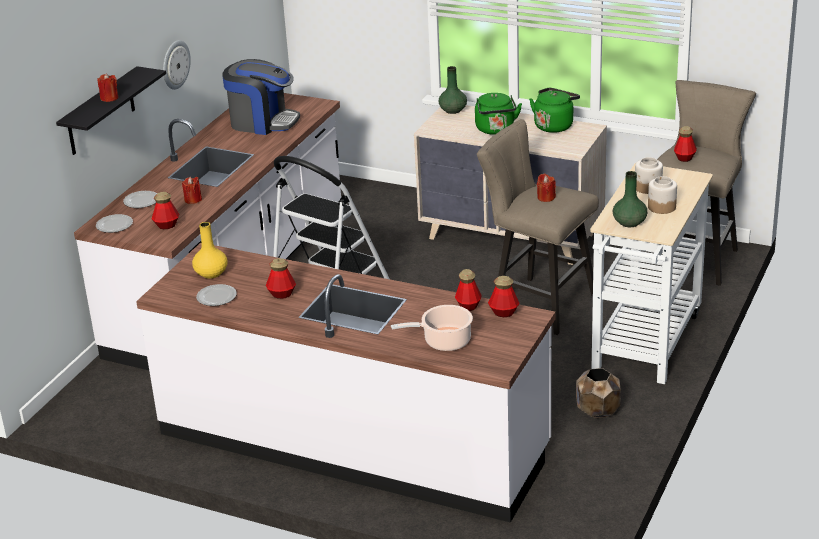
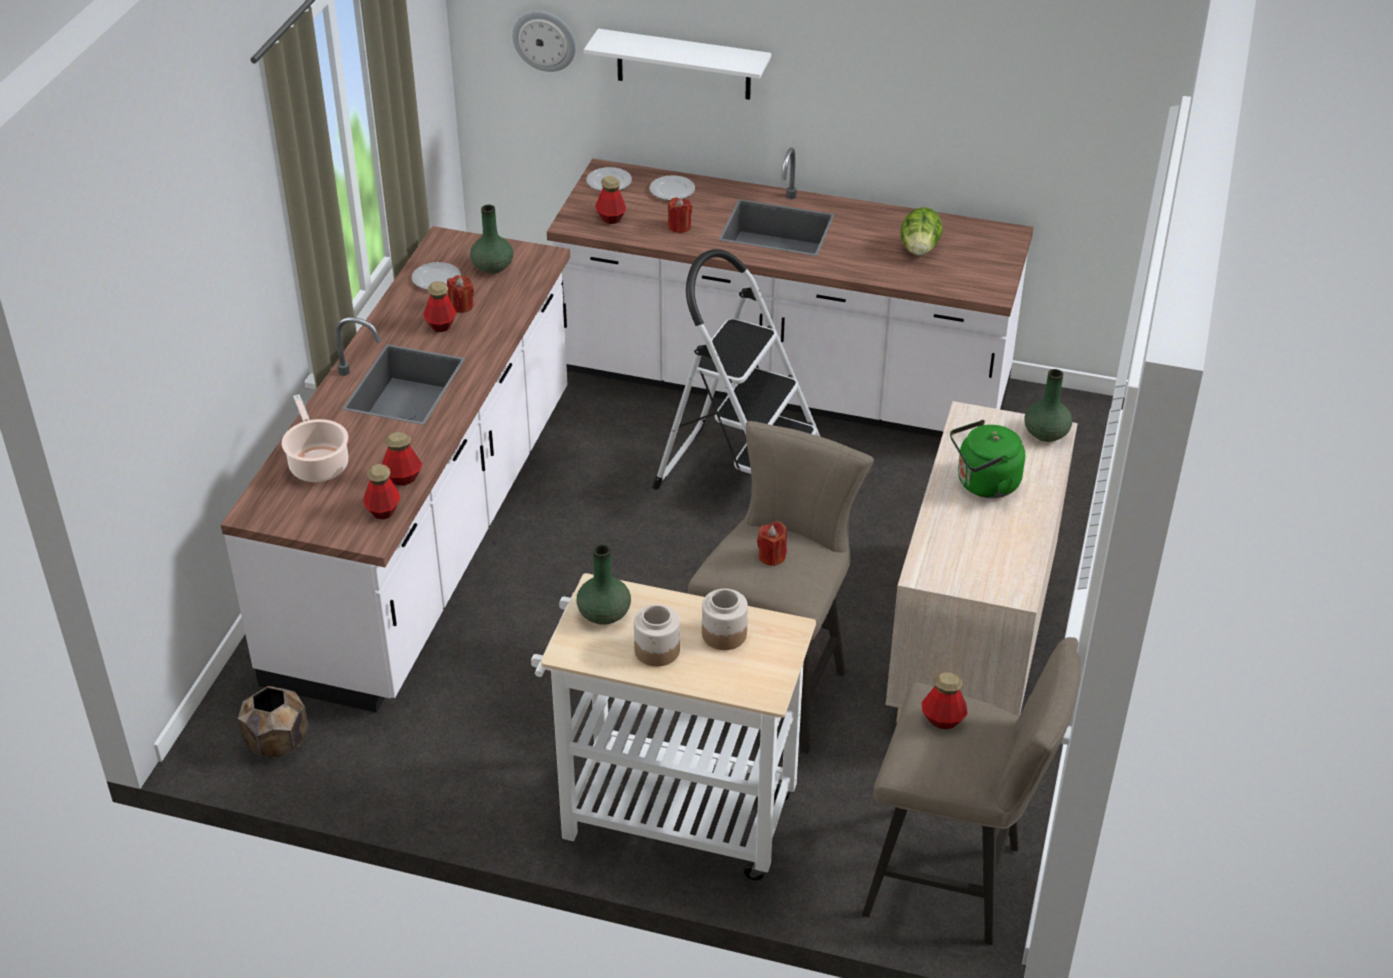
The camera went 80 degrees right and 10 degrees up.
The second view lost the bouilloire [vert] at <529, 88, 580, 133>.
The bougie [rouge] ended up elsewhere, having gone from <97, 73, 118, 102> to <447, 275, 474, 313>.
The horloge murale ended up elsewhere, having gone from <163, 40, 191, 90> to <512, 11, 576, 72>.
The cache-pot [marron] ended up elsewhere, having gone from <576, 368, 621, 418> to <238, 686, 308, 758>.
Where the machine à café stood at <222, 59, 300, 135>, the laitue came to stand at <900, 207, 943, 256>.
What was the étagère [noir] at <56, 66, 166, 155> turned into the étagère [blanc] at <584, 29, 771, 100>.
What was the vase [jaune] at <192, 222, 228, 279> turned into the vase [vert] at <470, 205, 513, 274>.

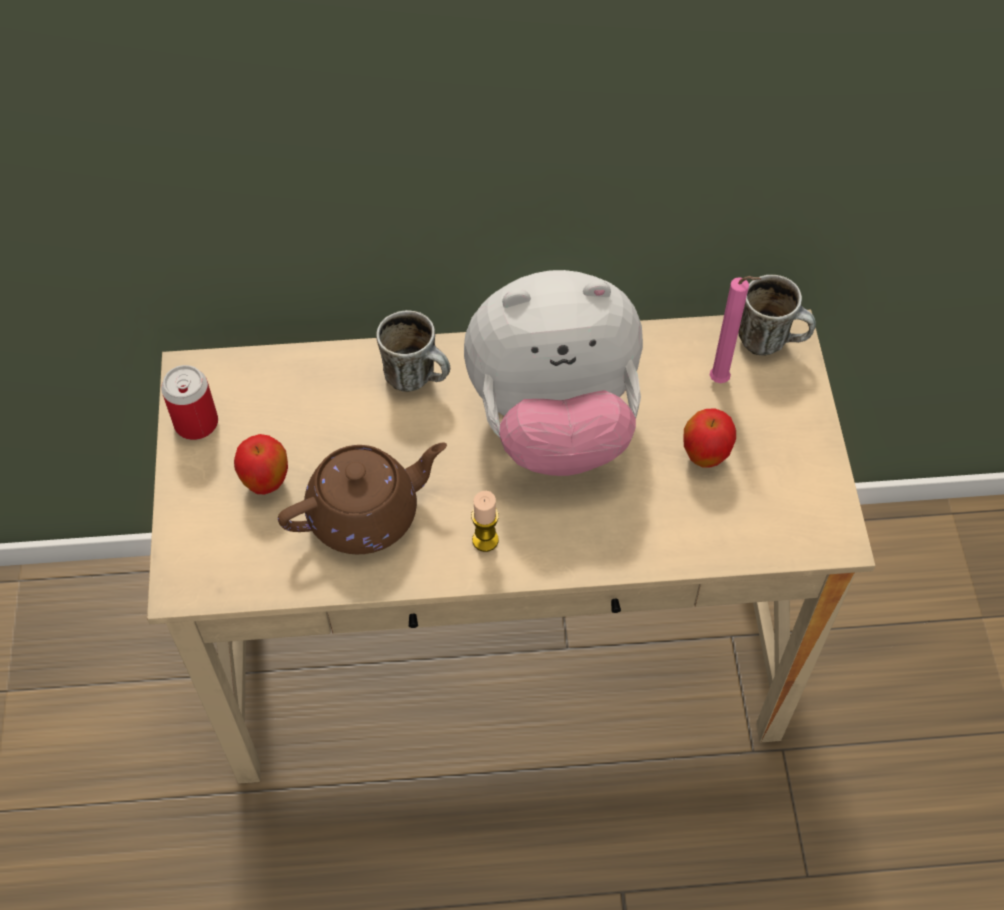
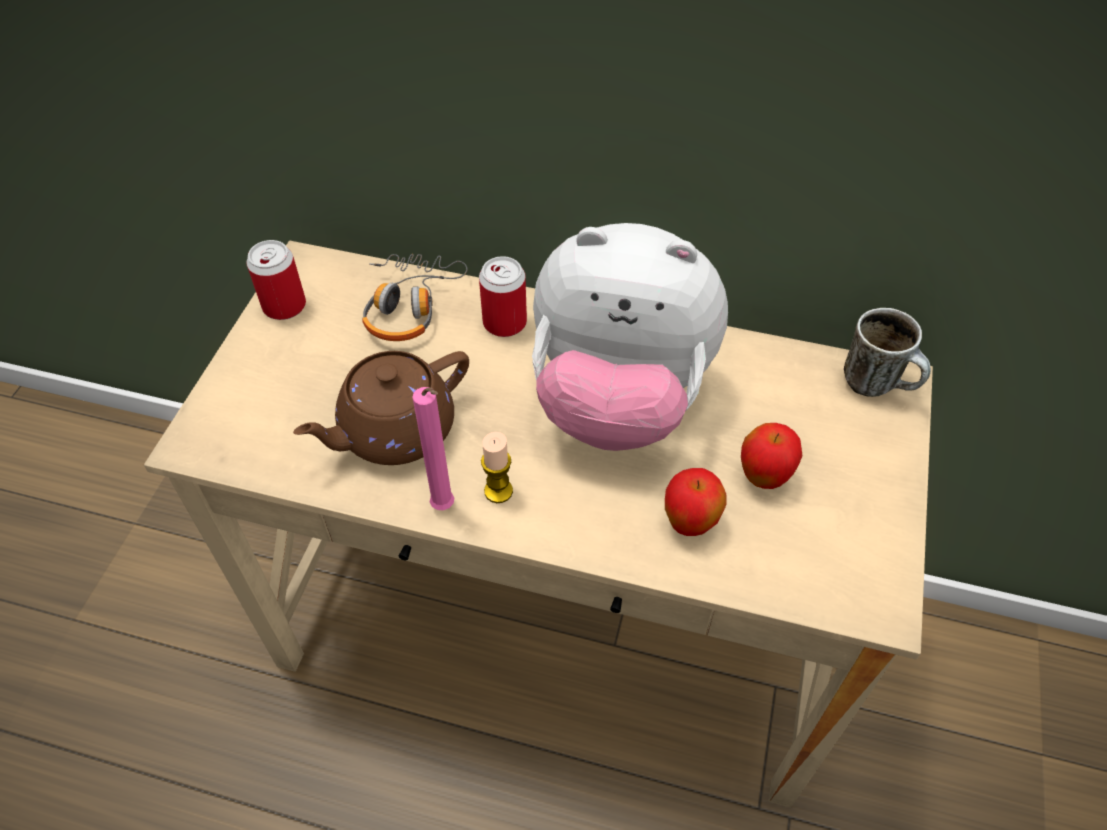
The camera went 20 degrees right and 5 degrees down.
The second view gained the casque audio at <362, 254, 468, 341>.
The pomme ended up elsewhere, having gone from <234, 434, 288, 494> to <665, 468, 727, 536>.
The bougie [rose] ended up elsewhere, having gone from <710, 276, 761, 383> to <412, 387, 454, 510>.
Where the mug stood at <376, 310, 450, 392>, the boîte métallique came to stand at <479, 256, 527, 337>.
The théière [marron] at <278, 443, 447, 555> ended up facing another way, 150 degrees clockwise from before.

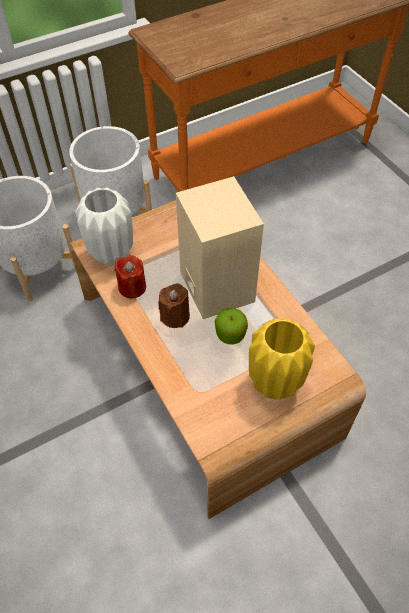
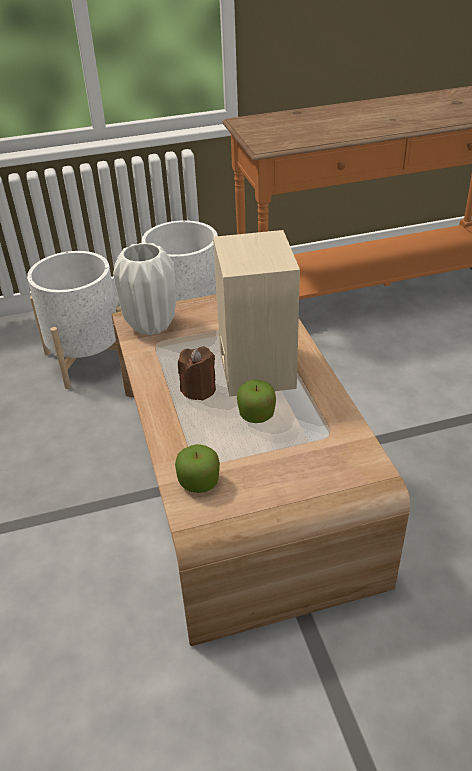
The camera went 15 degrees right and 15 degrees down.
The second view lost the bougie [rouge] at <115, 255, 146, 298>.
The second view lost the vase [jaune] at <249, 318, 315, 400>.
The second view gained the pomme at <175, 444, 220, 493>.

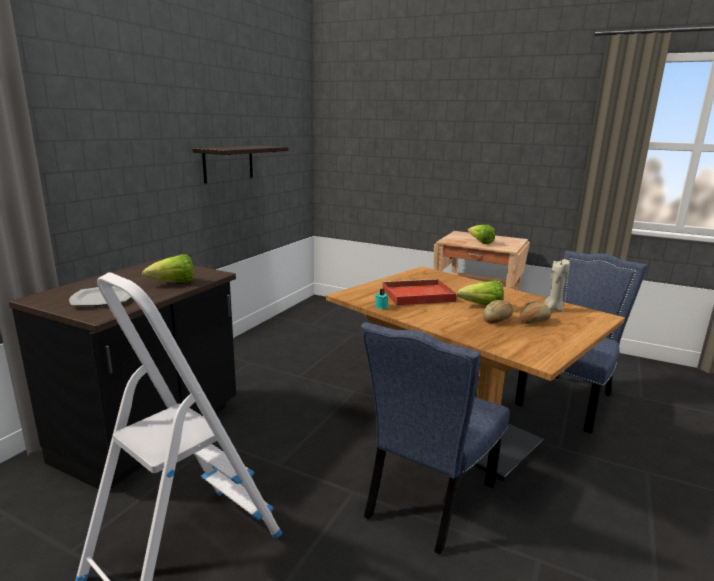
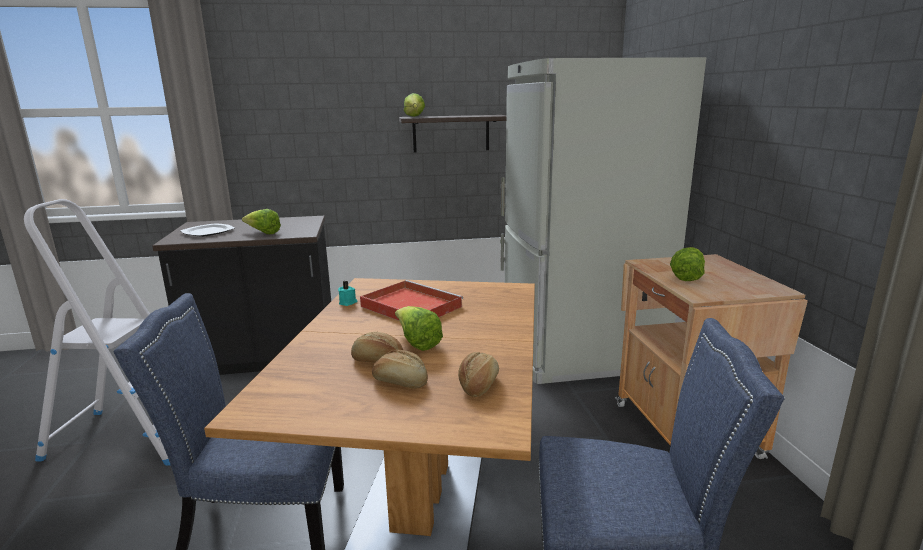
The camera went 55 degrees right and 0 degrees up.
The second view gained the laitue at <404, 93, 425, 117>.
The second view gained the réfrigérateur [blanc] at <500, 57, 706, 384>.
Where the bougie [beige] stood at <544, 259, 570, 312>, the pain came to stand at <458, 352, 499, 397>.

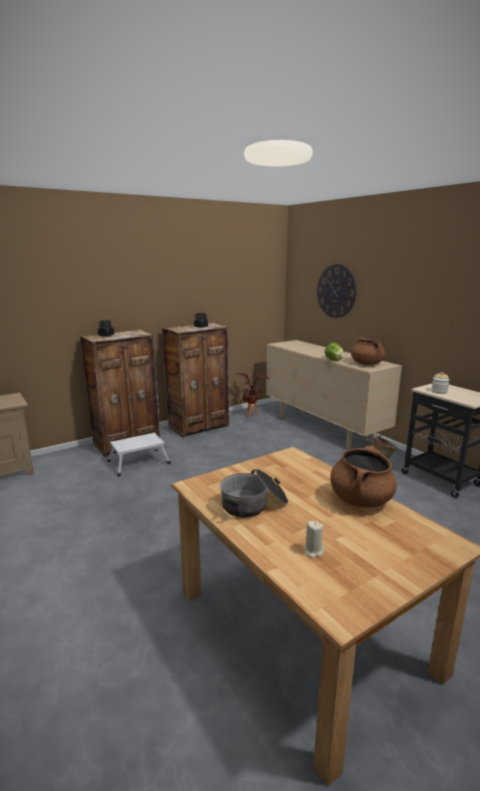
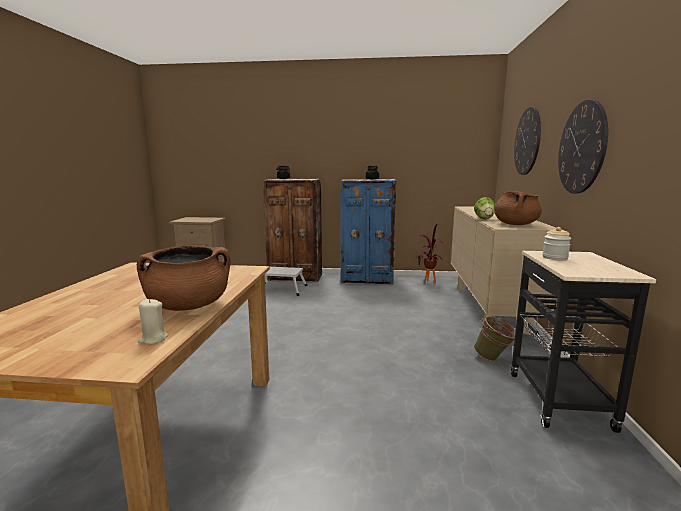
The camera went 40 degrees right and 5 degrees down.
The second view lost the marmite at <220, 469, 288, 518>.
The second view gained the horloge murale at <558, 100, 608, 194>.
The bougie [beige] ended up elsewhere, having gone from <304, 521, 324, 558> to <138, 299, 168, 344>.
What was the meuble de rangement [marron] at <162, 323, 229, 438> turned into the meuble de rangement [bleu] at <340, 179, 396, 285>.

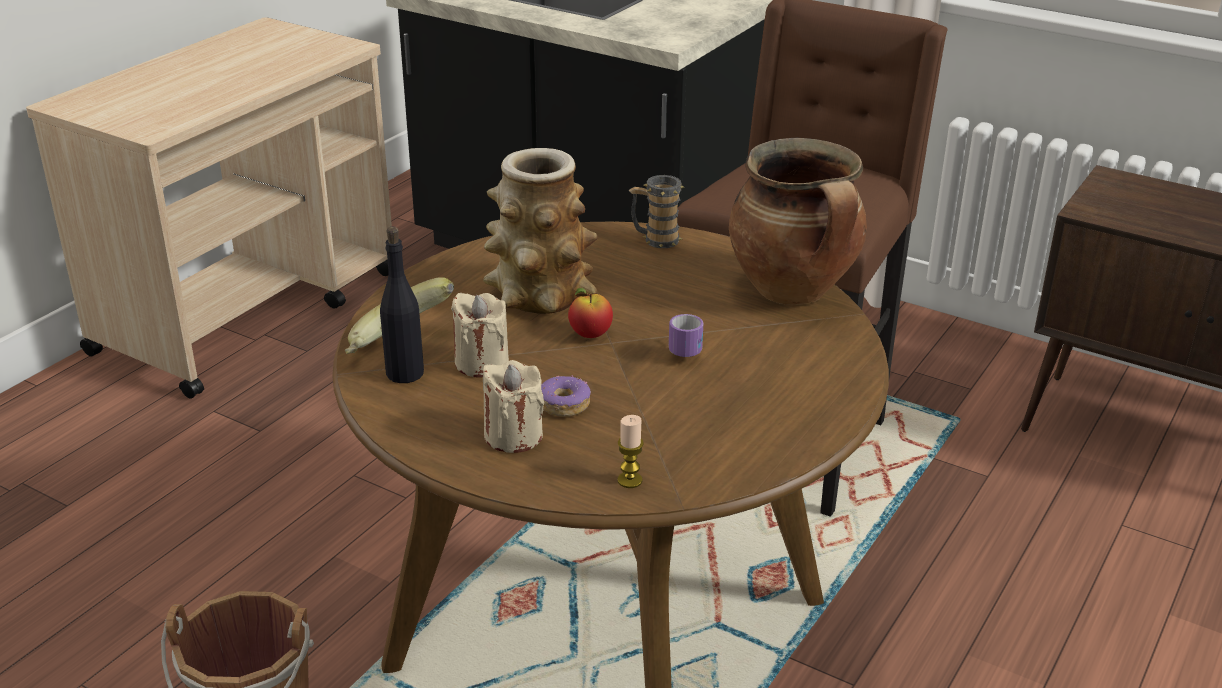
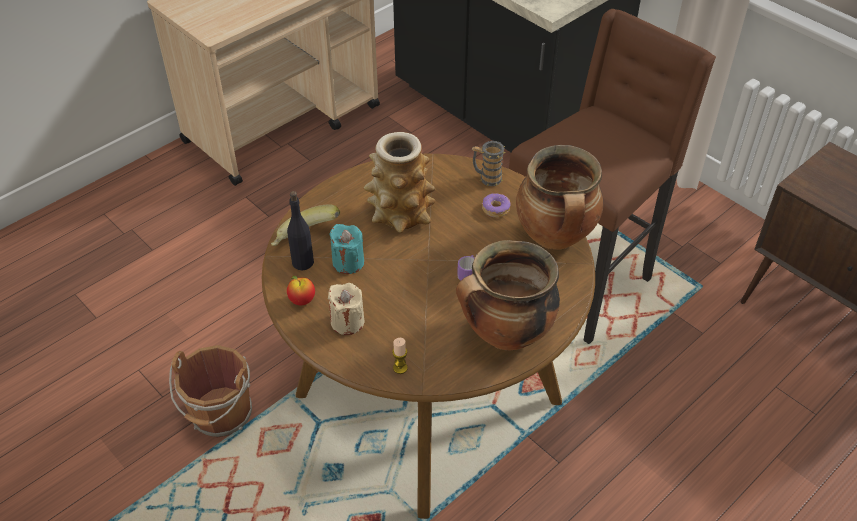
The camera went 15 degrees right and 15 degrees up.
The second view gained the marmite at <456, 240, 560, 351>.
The beignet ended up elsewhere, having gone from <541, 375, 591, 417> to <482, 193, 510, 218>.
The pomme ended up elsewhere, having gone from <568, 288, 613, 338> to <287, 275, 315, 305>.
What was the bougie [beige] at <451, 293, 509, 378> turned into the bougie [turquoise] at <329, 224, 364, 274>.

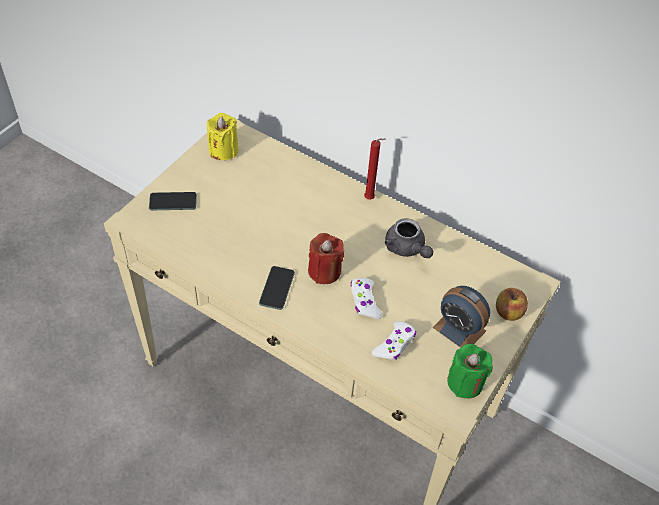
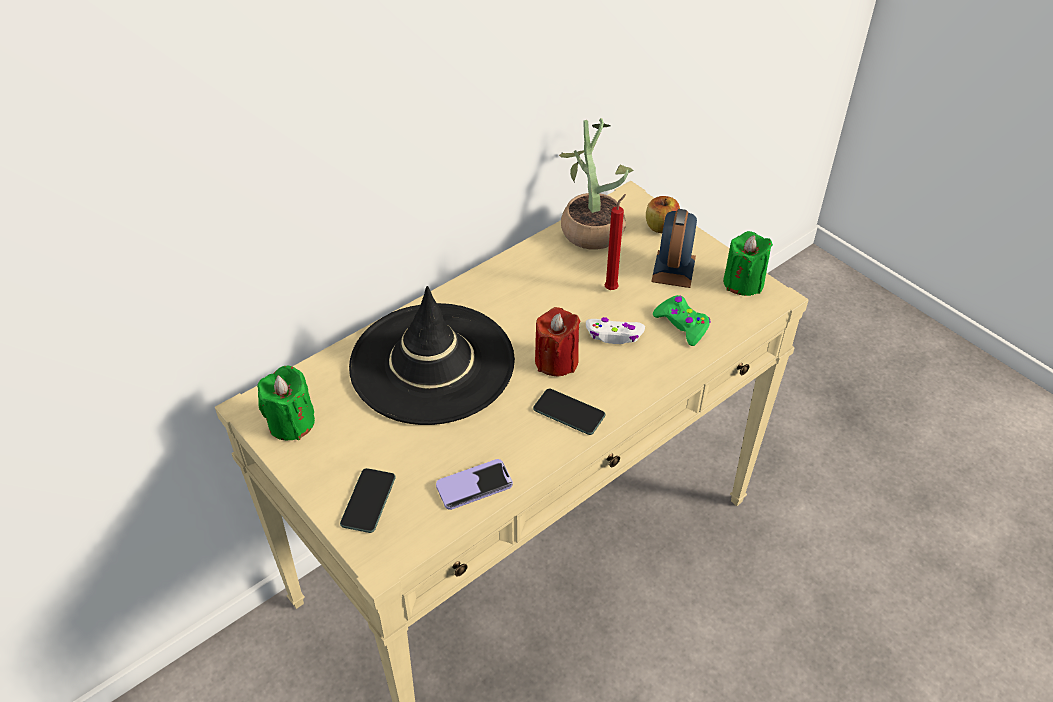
The camera went 70 degrees left and 5 degrees down.
The second view lost the théière [gris] at <385, 218, 433, 258>.
The second view gained the chapeau [noir] at <349, 286, 515, 425>.
The second view gained the téléphone at <436, 459, 513, 510>.
The second view gained the plante en pot at <559, 118, 634, 250>.
The bougie [rouge] ended up elsewhere, having gone from <364, 138, 386, 200> to <604, 194, 626, 290>.
What was the bougie [jaune] at <207, 113, 238, 160> turned into the bougie [vert] at <257, 366, 315, 440>.
What was the manette [blanc] at <372, 321, 416, 360> turned into the manette [vert] at <653, 295, 711, 346>.
The réveil at <433, 286, 490, 348> ended up facing another way, 135 degrees clockwise from before.

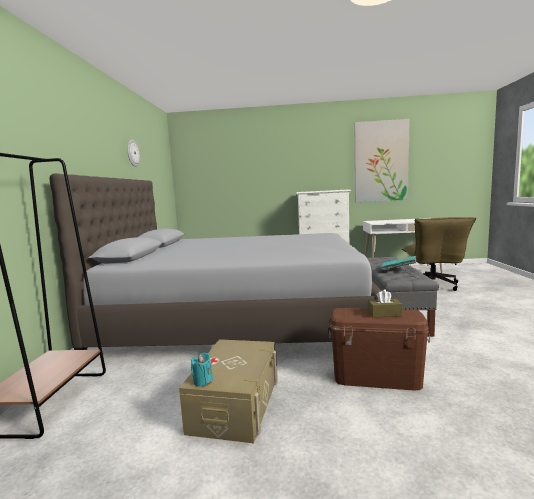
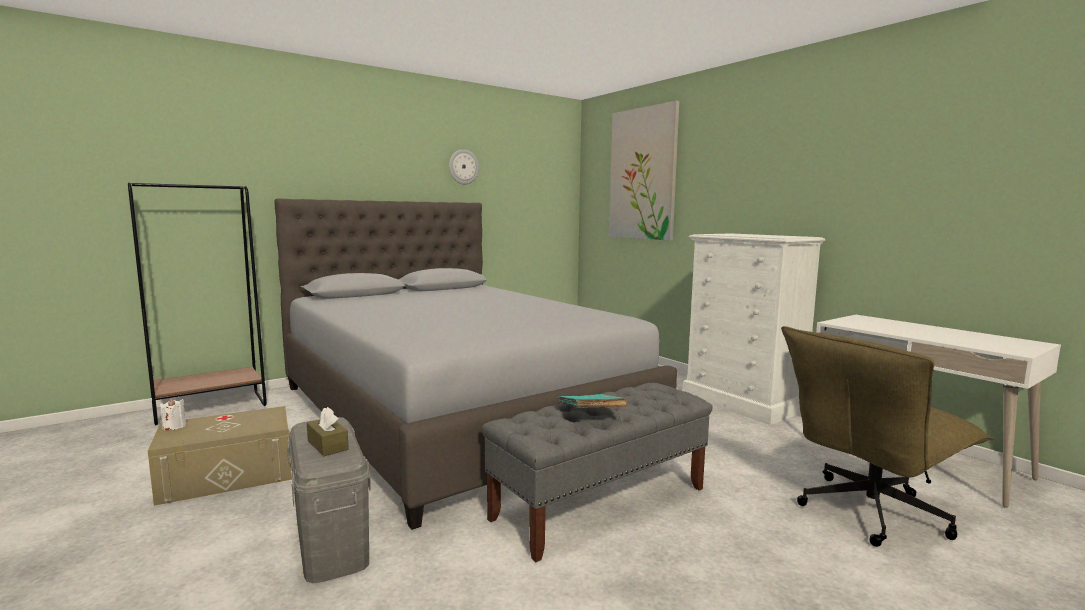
The camera went 50 degrees right and 0 degrees up.
The tableau ended up elsewhere, having gone from <355, 119, 410, 202> to <609, 101, 679, 240>.
What was the bougie [turquoise] at <191, 353, 213, 386> turned into the bougie [blanc] at <160, 398, 186, 430>.
What was the boîte de rangement [marron] at <328, 308, 431, 390> turned into the boîte de rangement [gris] at <287, 417, 371, 583>.

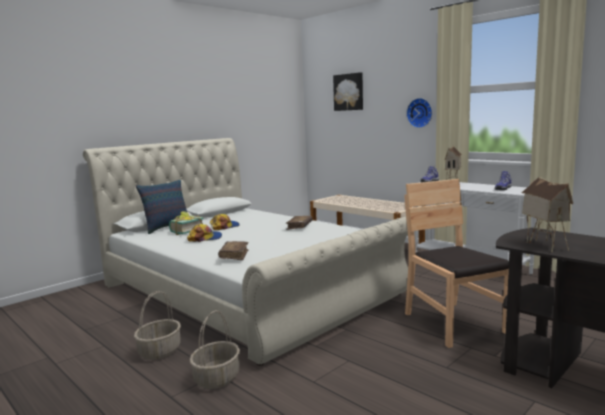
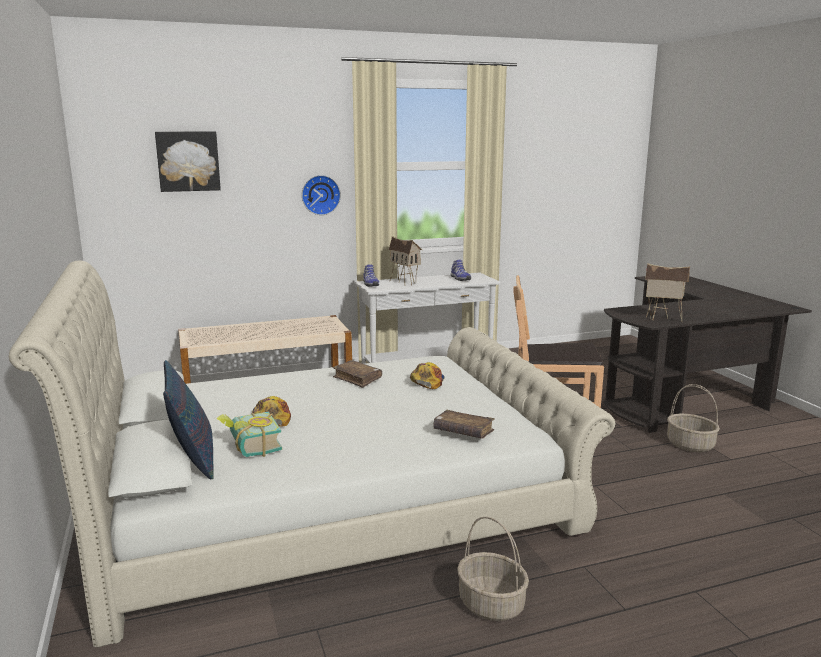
The camera went 65 degrees left and 5 degrees up.
The casquette ended up elsewhere, having gone from <187, 224, 222, 242> to <410, 362, 445, 389>.
The panier ended up elsewhere, having gone from <190, 310, 240, 389> to <667, 384, 720, 452>.

